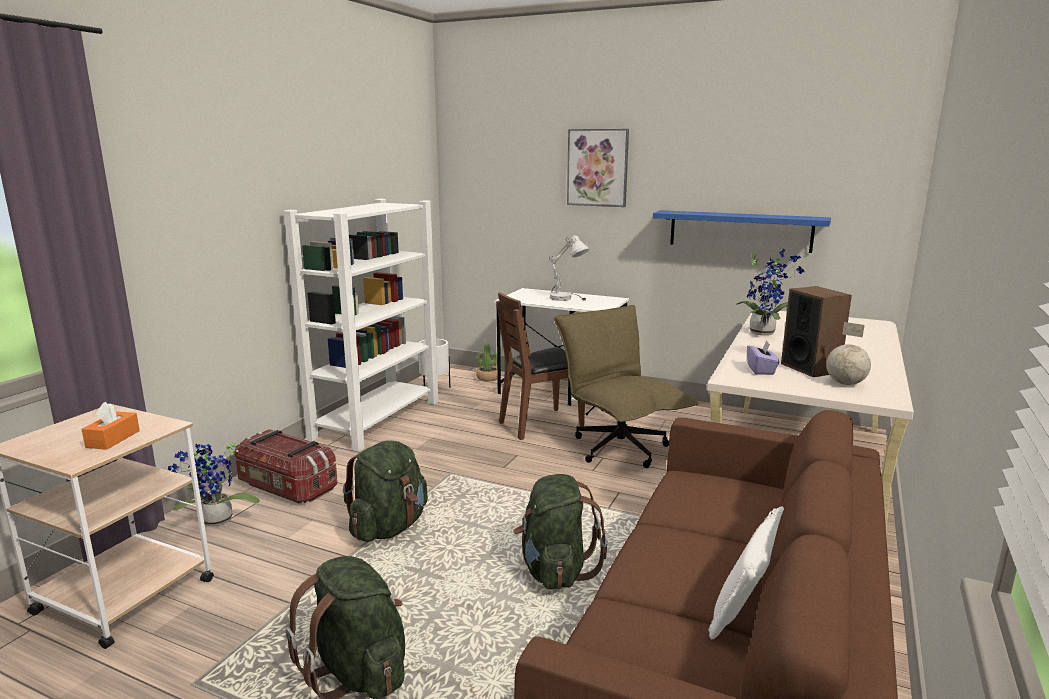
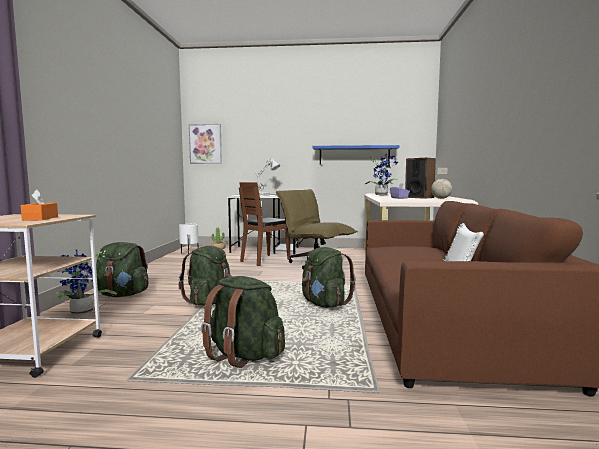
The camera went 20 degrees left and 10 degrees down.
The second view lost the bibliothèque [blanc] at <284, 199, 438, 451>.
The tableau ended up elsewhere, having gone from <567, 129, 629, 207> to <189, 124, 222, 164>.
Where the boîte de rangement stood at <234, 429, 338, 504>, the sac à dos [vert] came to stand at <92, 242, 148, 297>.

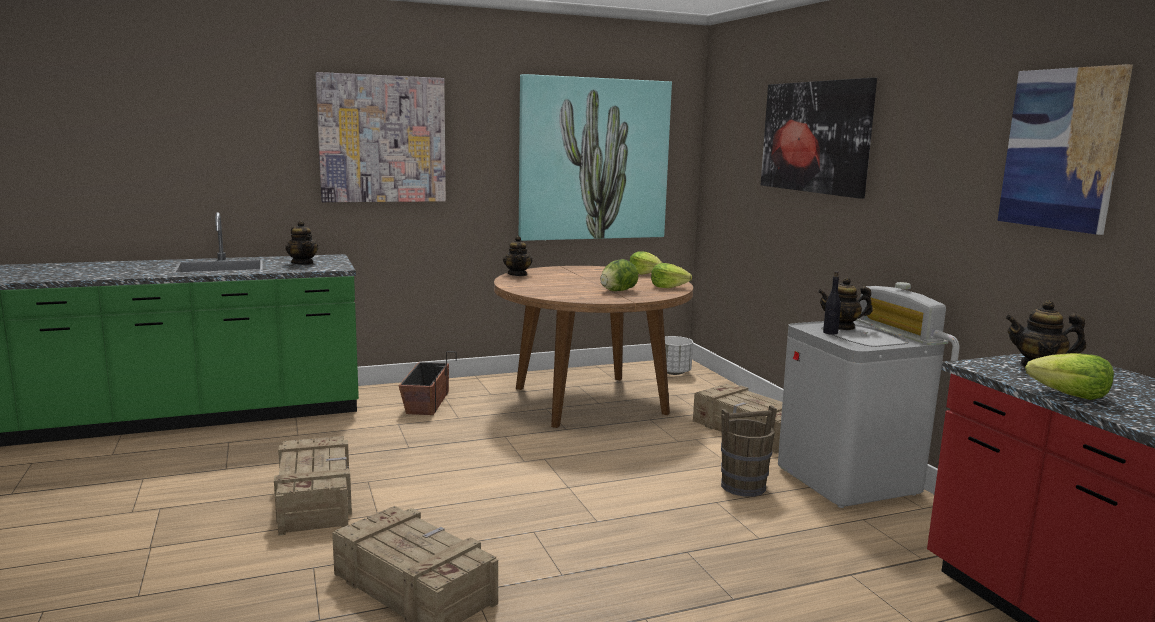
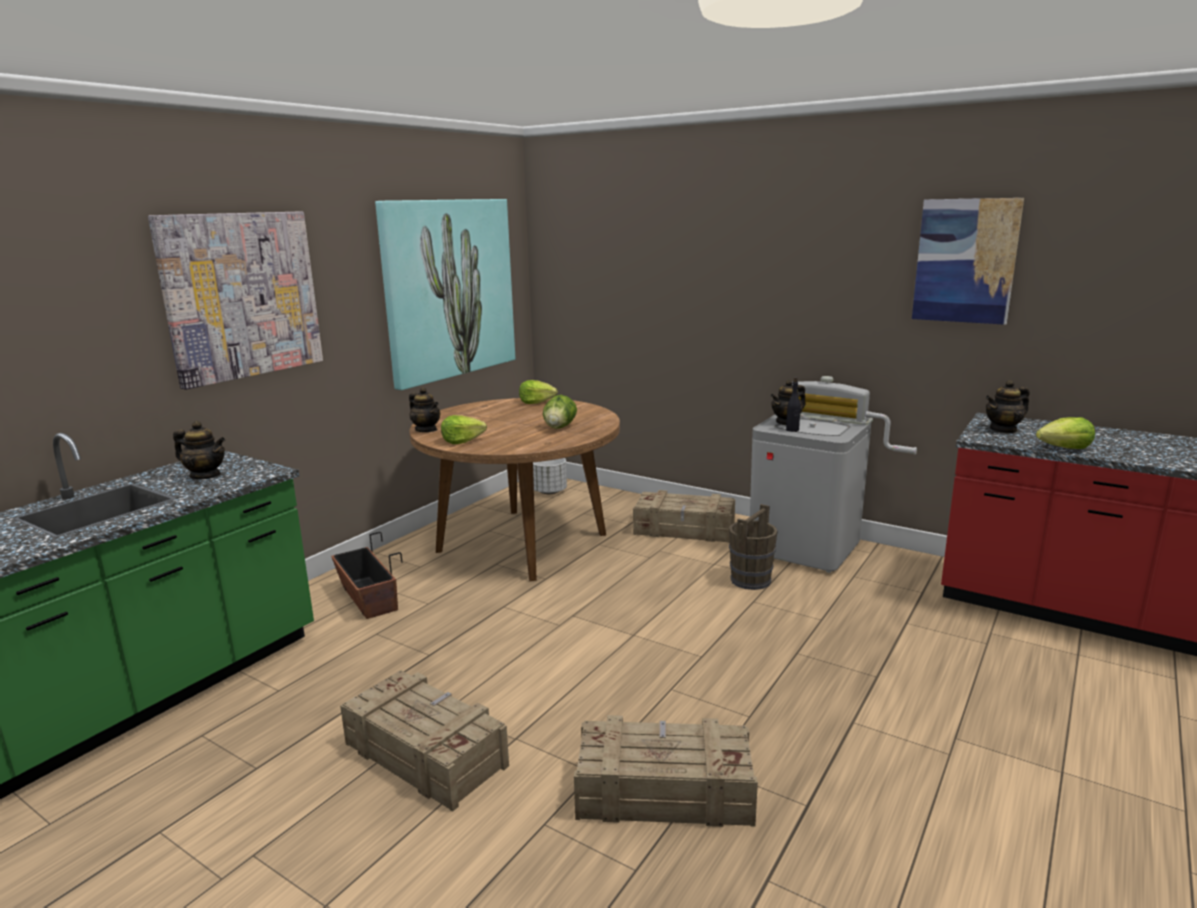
The camera went 35 degrees left and 5 degrees up.
The second view lost the tableau at <761, 78, 877, 199>.
The laitue ended up elsewhere, having gone from <651, 263, 692, 288> to <441, 415, 487, 444>.

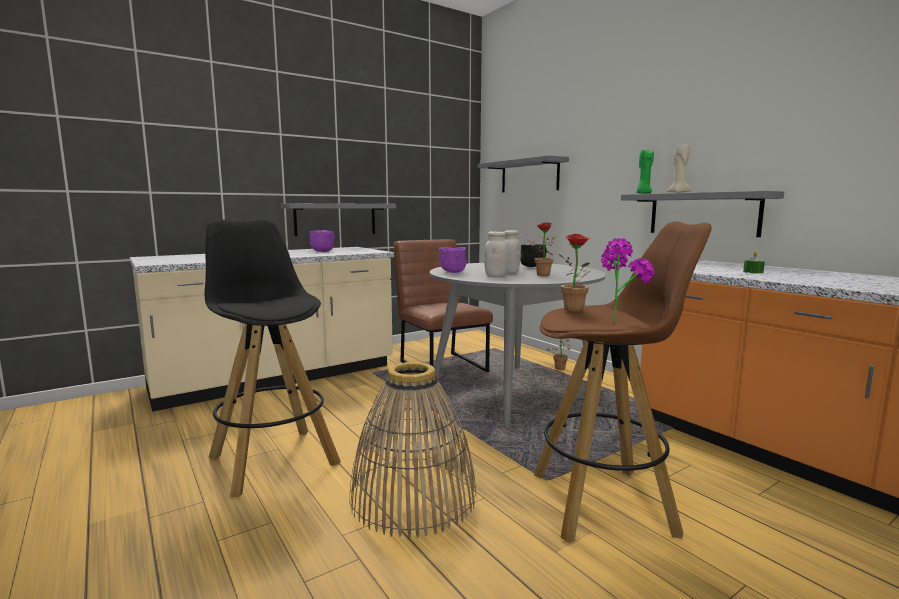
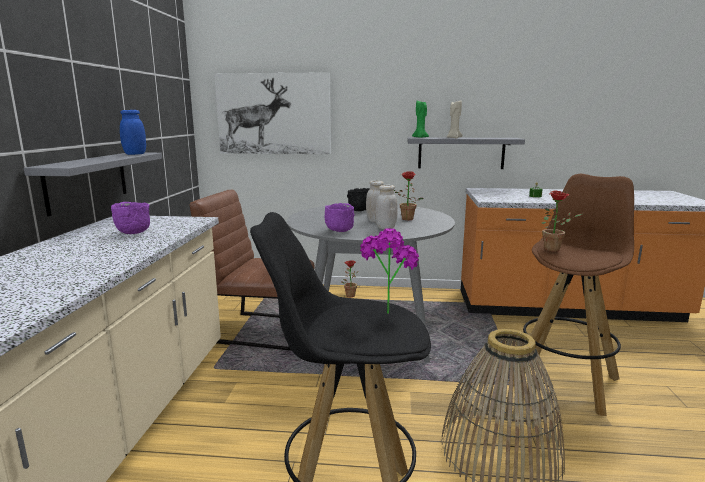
The camera went 50 degrees left and 5 degrees up.
The second view gained the bocal [bleu] at <120, 110, 146, 155>.
The plante en pot ended up elsewhere, having gone from <601, 238, 655, 323> to <360, 228, 419, 314>.
Where the étagère [gris] hung at <478, 155, 569, 192>, the tableau came to hang at <214, 72, 331, 155>.

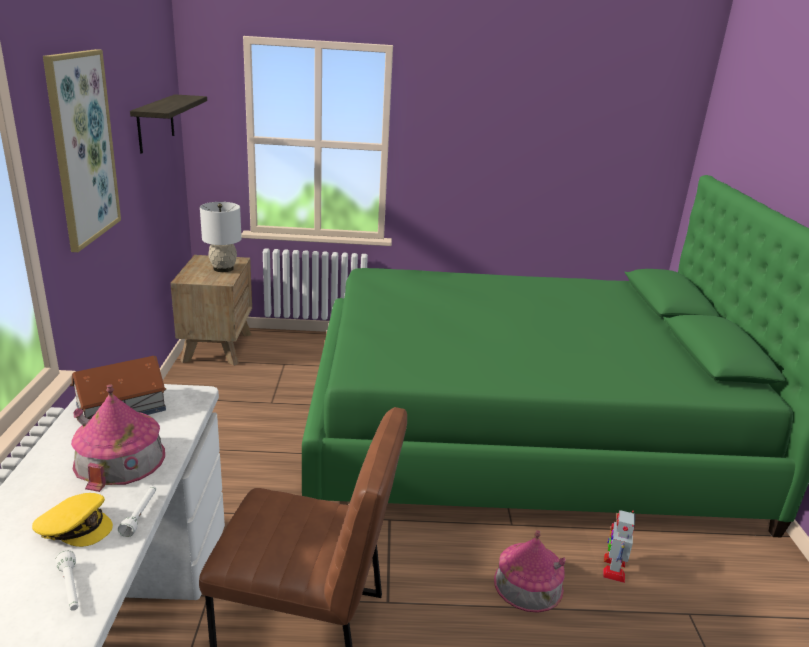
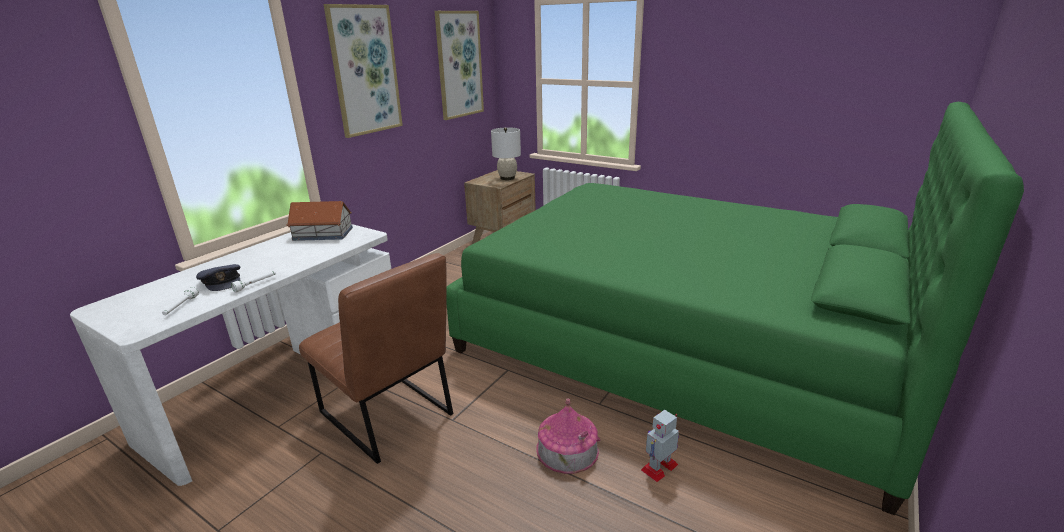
The camera went 35 degrees right and 0 degrees up.
The second view lost the maison miniature at <71, 384, 165, 492>.
Where the étagère hung at <130, 94, 207, 154>, the tableau came to hang at <435, 11, 484, 120>.
What was the casquette [jaune] at <32, 493, 113, 547> turned into the casquette [gris] at <196, 264, 240, 291>.

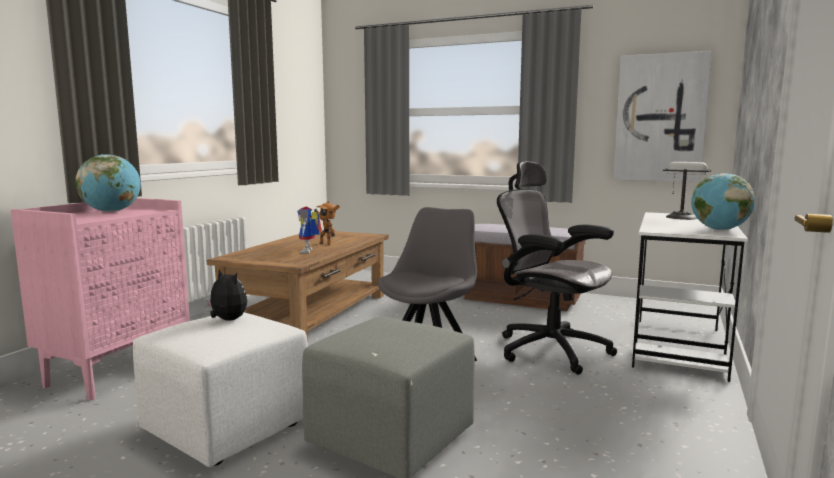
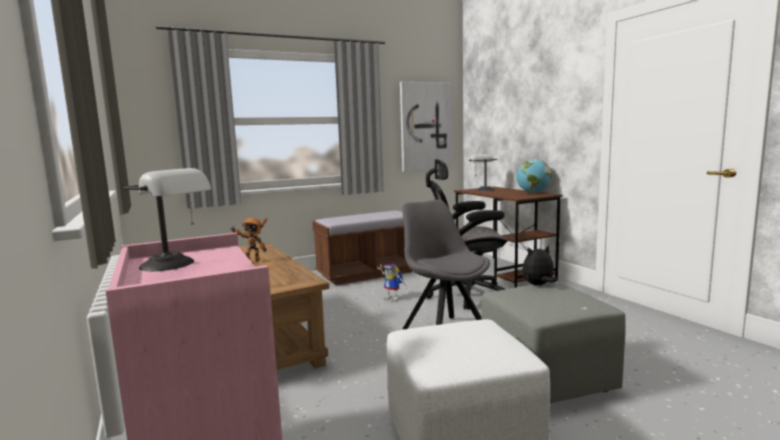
The camera went 50 degrees left and 0 degrees up.
The peluche ended up elsewhere, having gone from <205, 269, 247, 321> to <522, 245, 558, 285>.
The robot jouet ended up elsewhere, having gone from <297, 207, 322, 254> to <377, 263, 407, 301>.
Where the globe stood at <75, 154, 141, 212>, the lampe de table came to stand at <124, 168, 211, 271>.
What was the bureau [blanc] at <632, 212, 748, 382> turned into the bureau [marron] at <454, 187, 563, 288>.

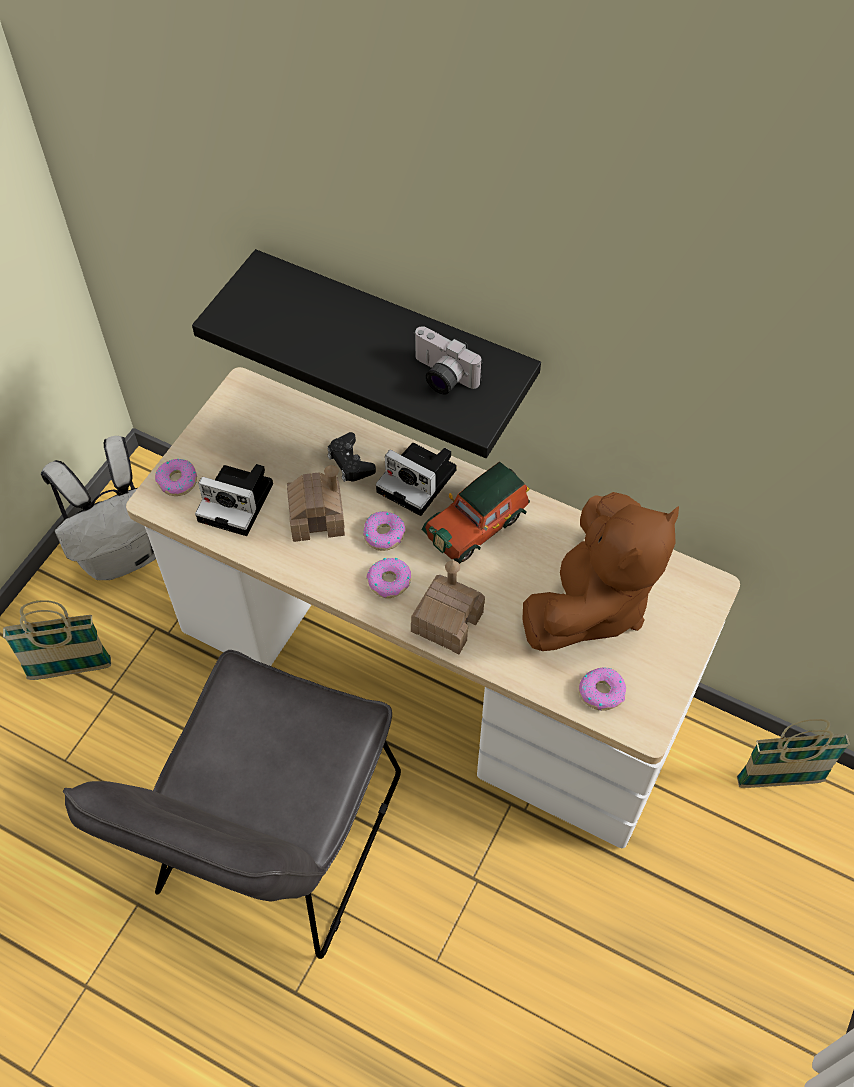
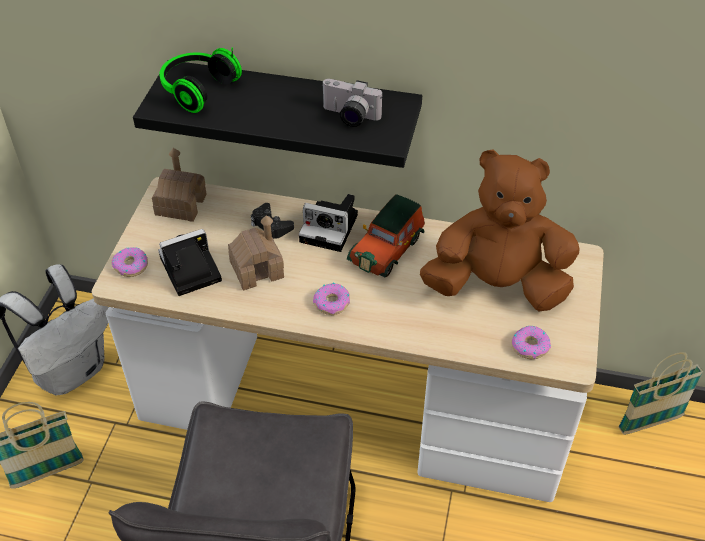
The camera went 15 degrees left and 10 degrees down.
The second view lost the beignet at <363, 511, 405, 551>.
The second view gained the casque audio at <159, 48, 242, 113>.
The maison miniature ended up elsewhere, having gone from <411, 560, 485, 654> to <152, 148, 207, 222>.
The appareil photo at <195, 464, 273, 536> ended up facing another way, 150 degrees clockwise from before.
The peluche [marron] at <522, 492, 679, 651> ended up facing another way, 105 degrees counterclockwise from before.

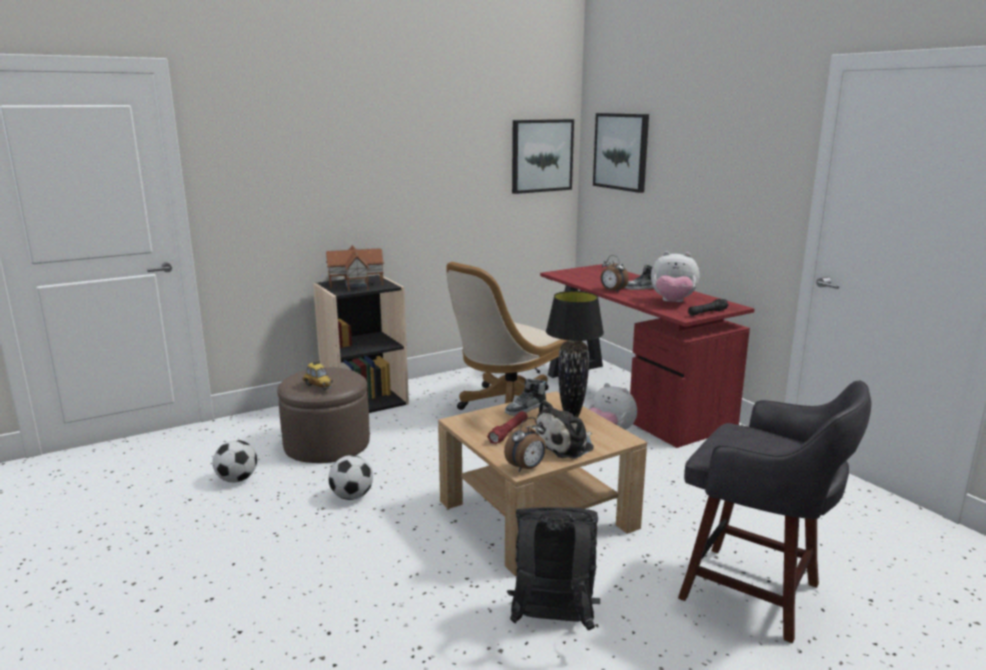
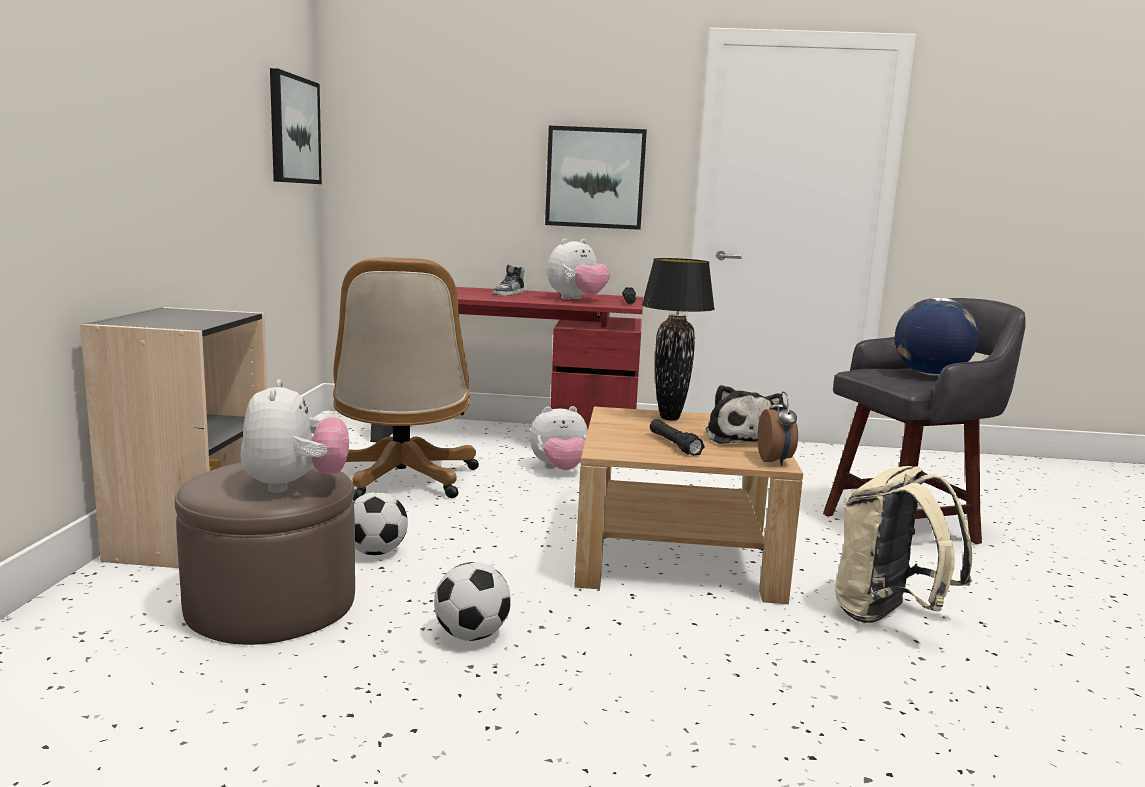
The camera went 55 degrees left and 5 degrees down.
The second view lost the maison miniature at <326, 245, 384, 292>.
The second view lost the chaussure at <505, 379, 547, 416>.
The second view lost the réveil at <600, 255, 629, 292>.
The second view gained the globe at <895, 298, 979, 375>.
The ballon de foot ended up elsewhere, having gone from <213, 440, 257, 483> to <353, 492, 408, 555>.
The tableau ended up elsewhere, having gone from <593, 113, 649, 193> to <545, 126, 647, 230>.
Where the petite voiture stood at <302, 360, 333, 390>, the peluche came to stand at <241, 379, 349, 493>.
What was the lampe de poche [rouge] at <487, 411, 528, 444> turned into the lampe de poche [noir] at <650, 419, 705, 456>.
What was the sac à dos [noir] at <507, 507, 600, 630> turned into the sac à dos [beige] at <835, 466, 972, 623>.

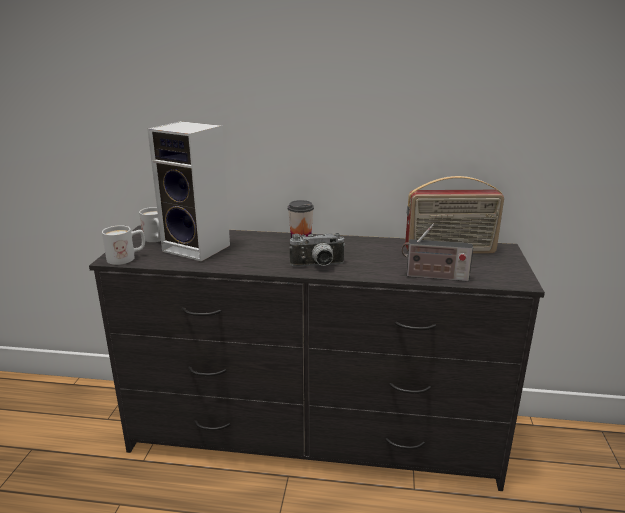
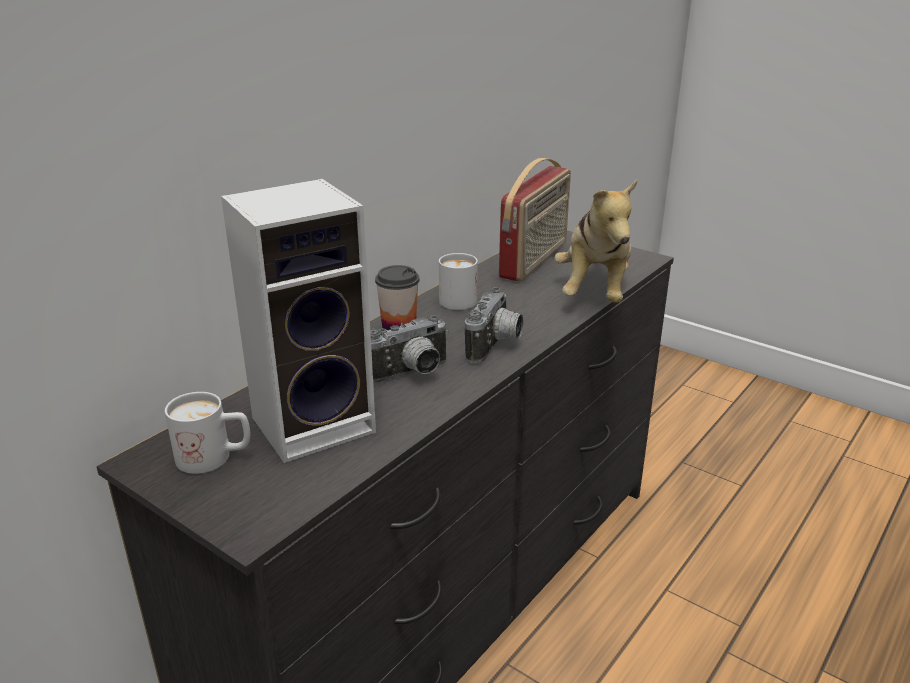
The camera went 60 degrees left and 5 degrees up.
The second view gained the appareil photo at <370, 315, 449, 383>.
The mug [blanc] ended up elsewhere, having gone from <102, 225, 145, 265> to <439, 253, 478, 310>.
Where the radio stood at <401, 224, 473, 282>, the peluche came to stand at <555, 180, 637, 303>.

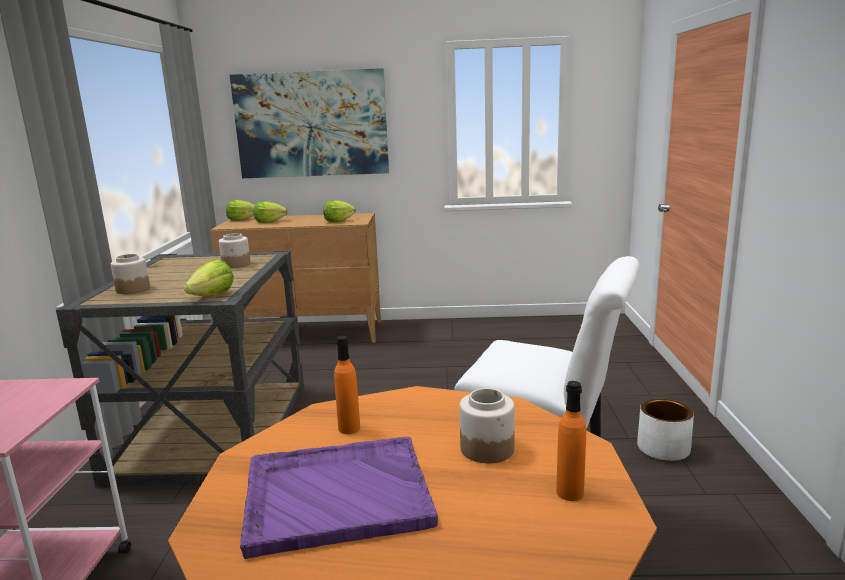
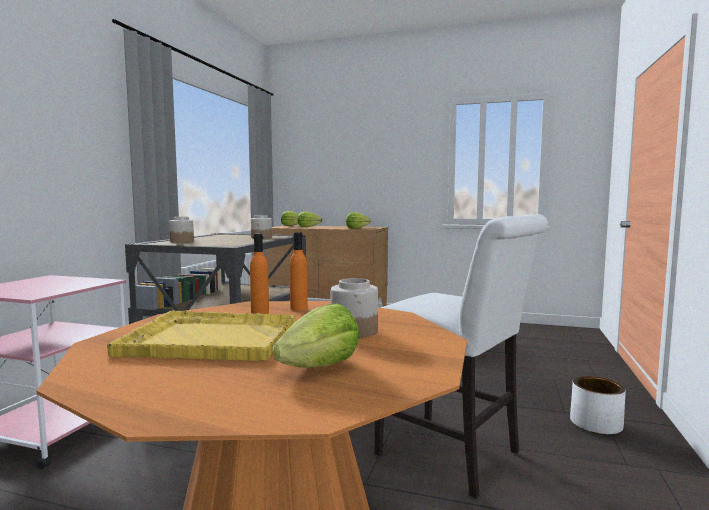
The camera went 15 degrees right and 10 degrees down.
The second view lost the tableau at <230, 68, 389, 178>.
The laitue ended up elsewhere, having gone from <184, 260, 234, 296> to <272, 303, 360, 368>.
The bouteille [orange] ended up elsewhere, having gone from <556, 381, 586, 501> to <290, 232, 308, 311>.
What was the plateau [violet] at <240, 437, 438, 559> turned into the plateau [jaune] at <107, 310, 295, 361>.

